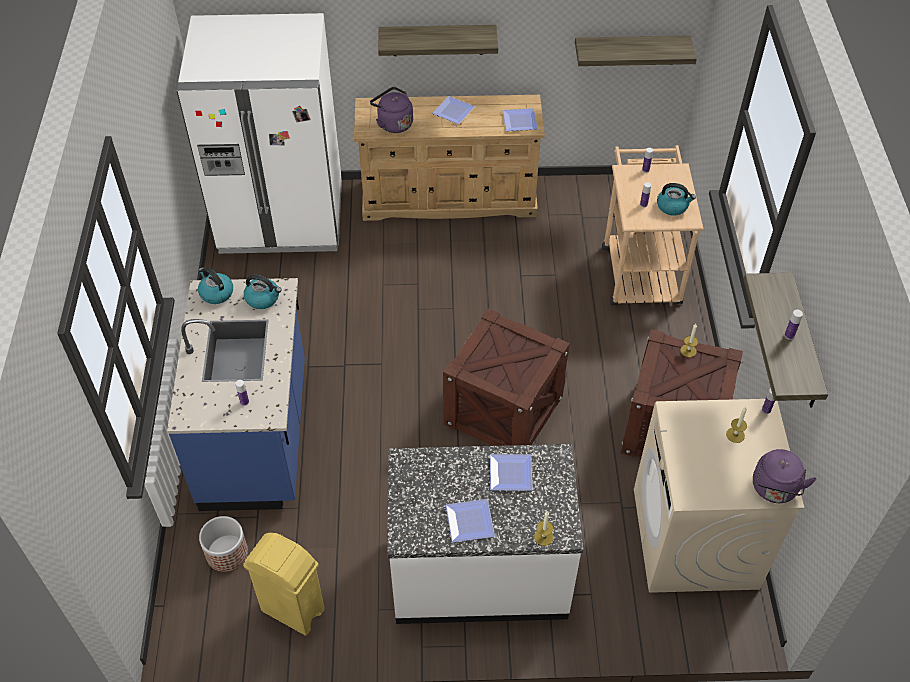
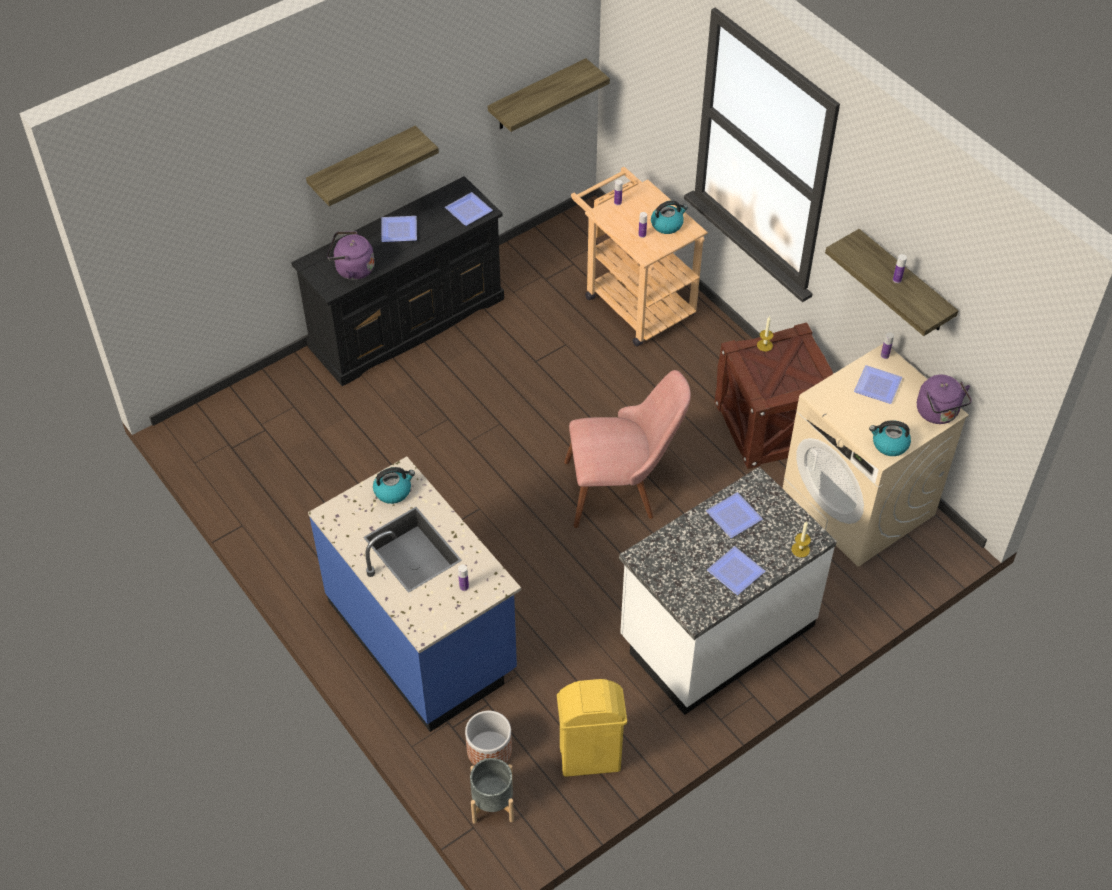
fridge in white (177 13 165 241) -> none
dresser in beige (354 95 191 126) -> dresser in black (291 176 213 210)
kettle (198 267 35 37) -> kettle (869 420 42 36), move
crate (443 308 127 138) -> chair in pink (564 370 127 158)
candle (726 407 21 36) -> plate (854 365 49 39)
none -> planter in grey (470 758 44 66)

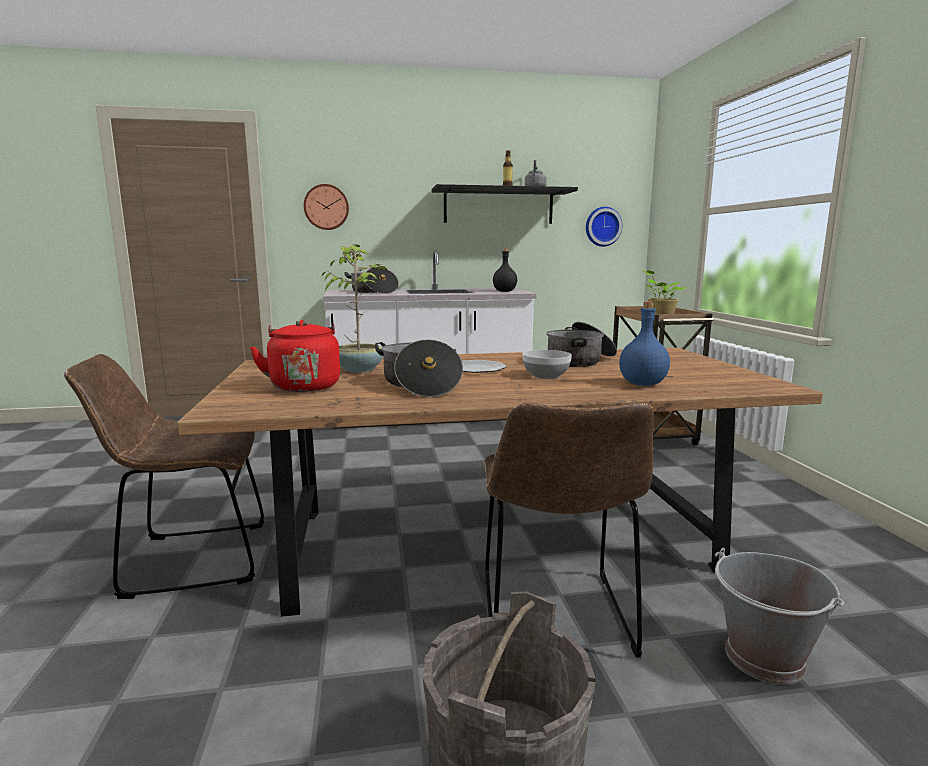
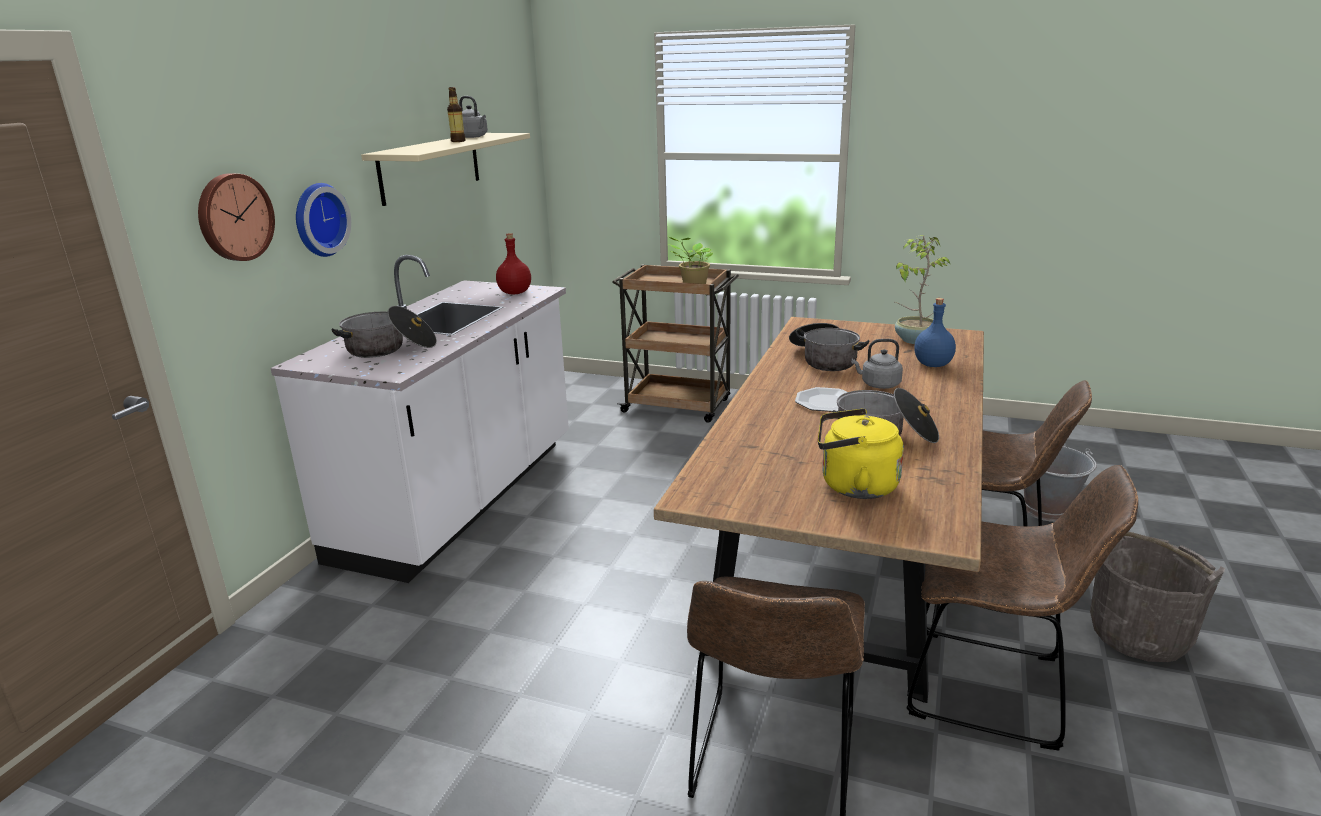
shelf in black (432 184 146 40) -> shelf in beige (361 133 169 73)
wall clock (586 207 36 40) -> wall clock (296 183 55 74), move
potted plant (322 245 65 128) -> potted plant (895 235 55 109), move
bottle in black (493 248 24 44) -> bottle in red (496 233 35 62)
kettle in red (250 320 90 72) -> kettle in yellow (818 408 86 91)
bowl (522 350 50 29) -> kettle in grey (851 339 52 50)
none -> chair in brown (906 465 232 286)

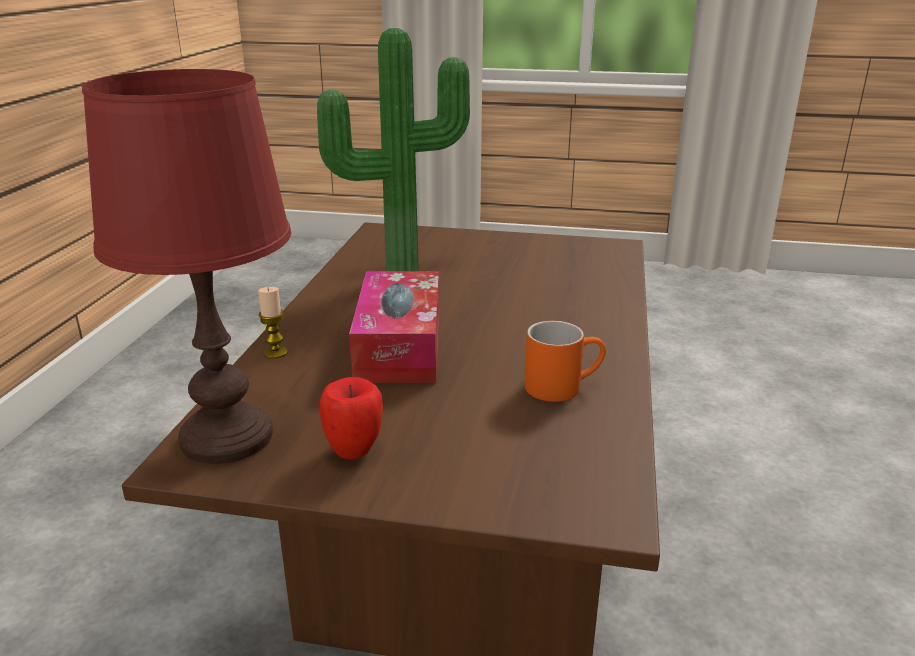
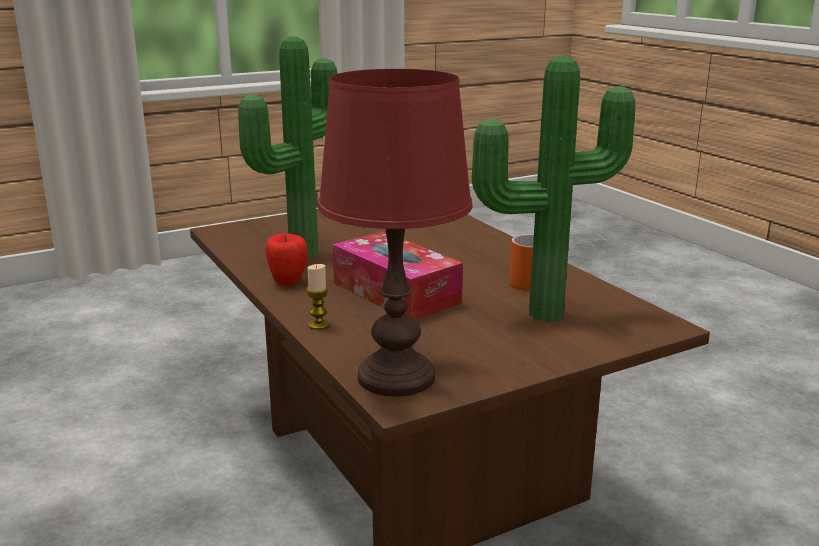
apple (320 377 63 83) -> apple (266 233 42 53), move
none -> potted plant (472 56 163 266)

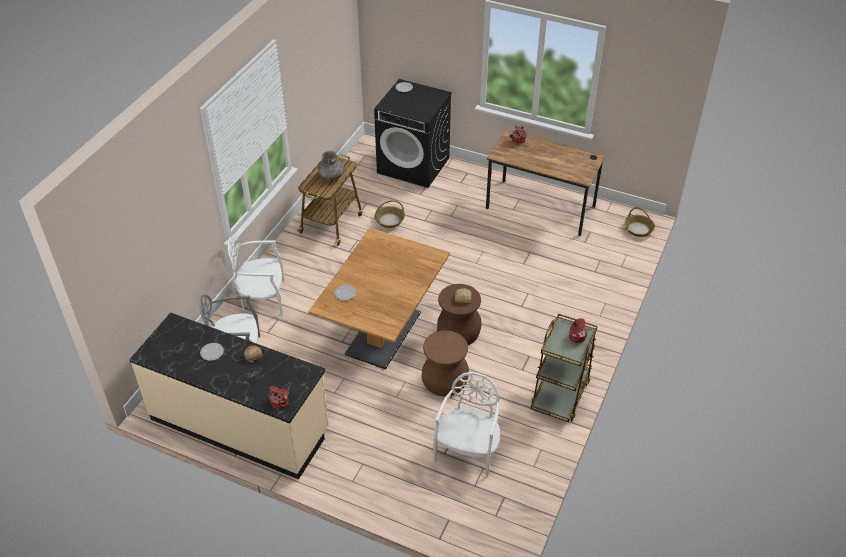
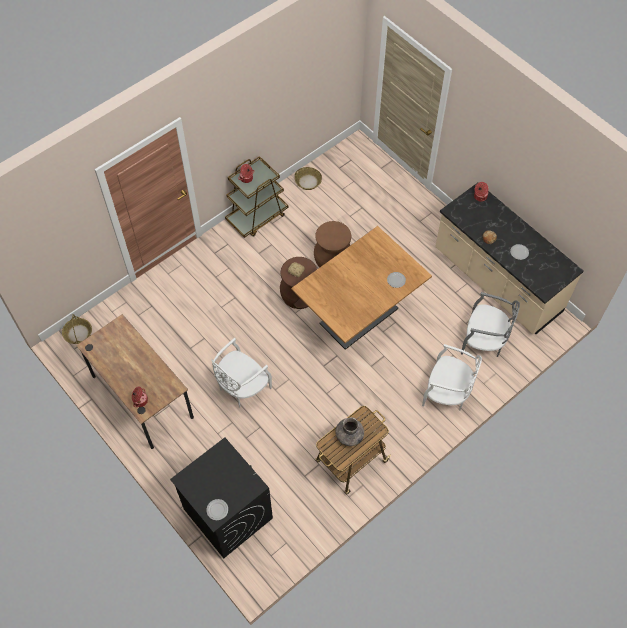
basket (374 200 31 28) -> basket (295 167 27 23), move
chair in white (433 372 67 105) -> chair in white (211 338 61 69), move

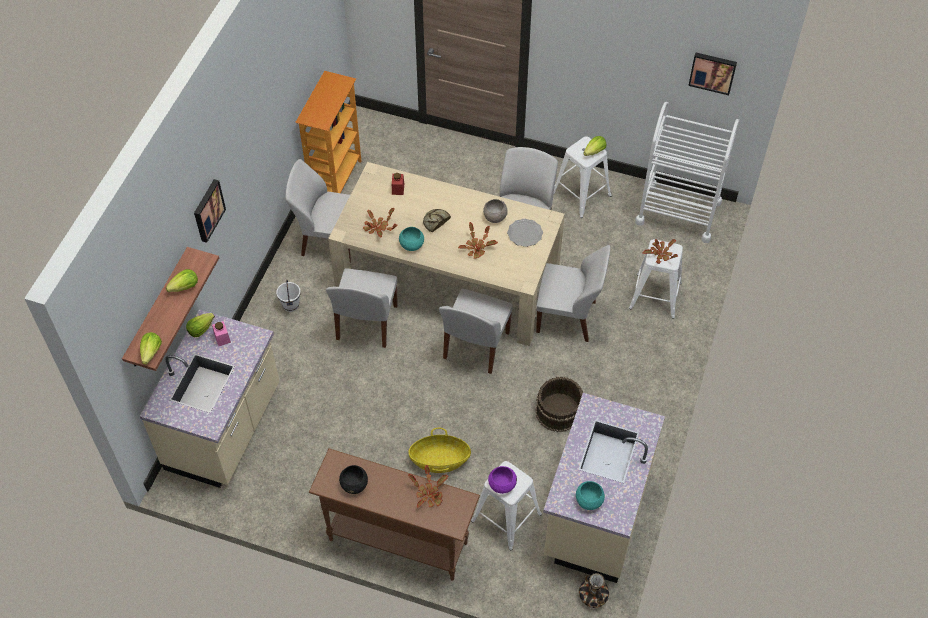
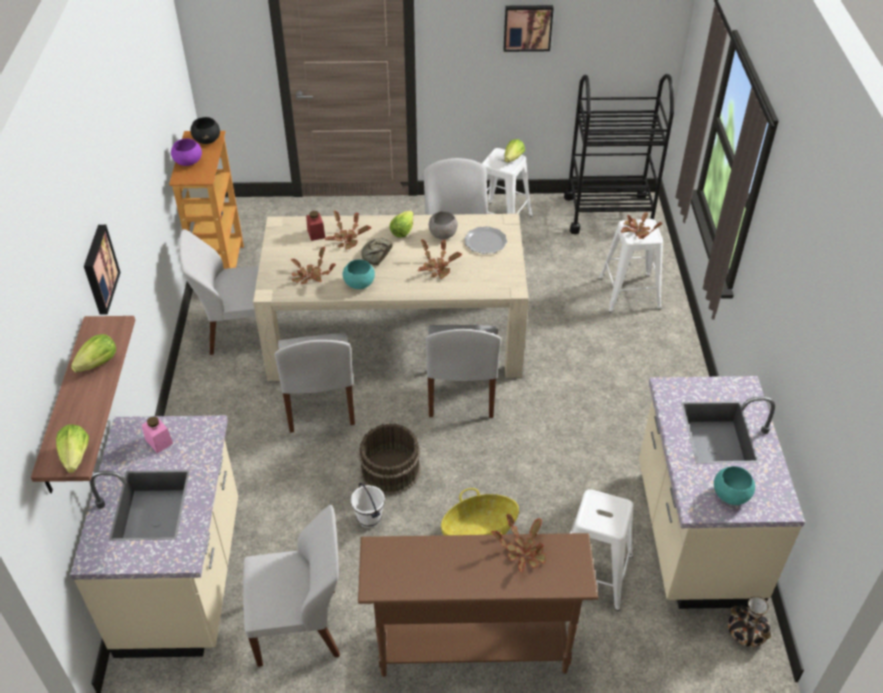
picture (688 53 49 42) -> picture (504 5 50 47), move
cart in white (635 102 104 141) -> cart in black (564 74 110 160)
chair in white (536 245 75 97) -> chair in white (243 505 97 162), move
bucket in white (276 280 25 32) -> bucket in white (351 483 34 45), move
lettuce (186 313 29 24) -> lettuce (390 211 24 26), move
bucket in brown (535 377 48 55) -> bucket in brown (359 423 62 72), move
bowl in black (339 465 29 29) -> bowl in black (190 117 30 27), move
bowl in purple (488 466 29 28) -> bowl in purple (171 139 31 27), move
none -> potted plant (325 210 46 40)

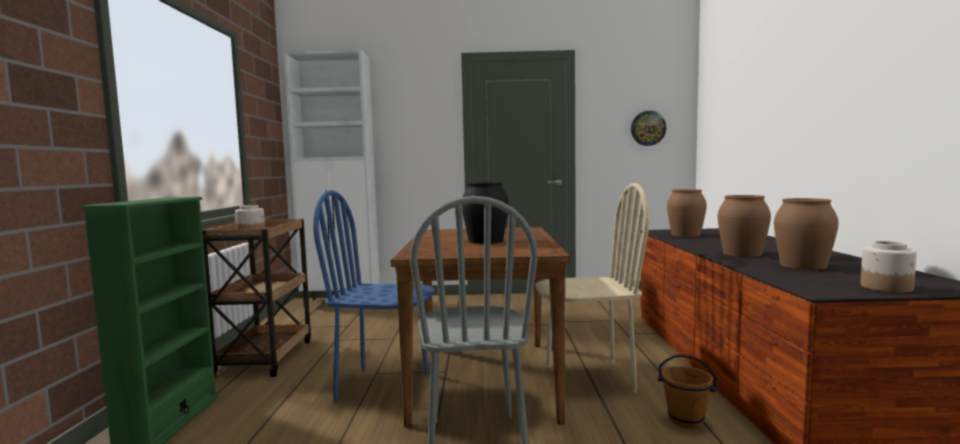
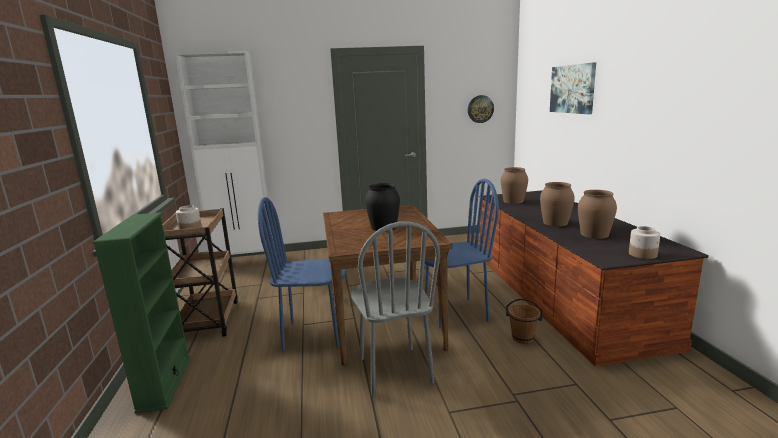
chair in beige (535 183 114 210) -> chair in blue (425 179 74 150)
none -> picture (550 62 46 52)

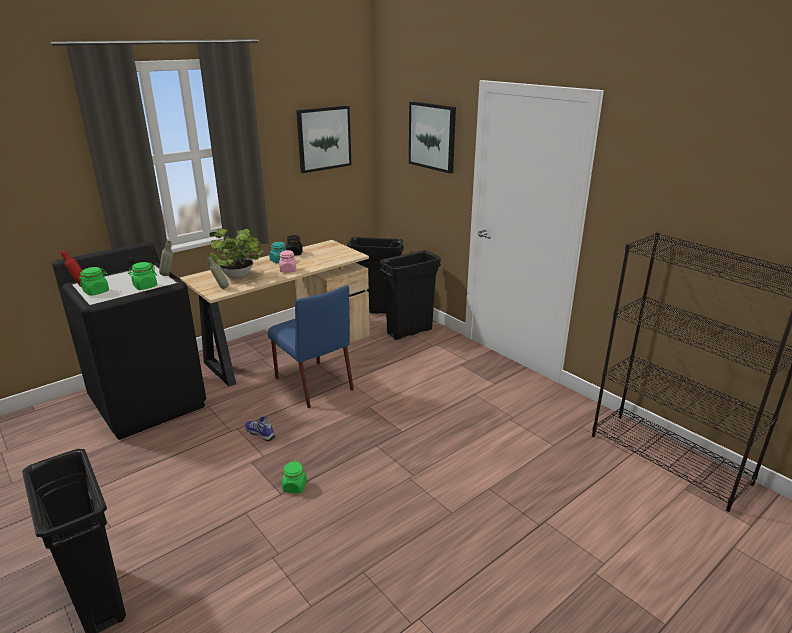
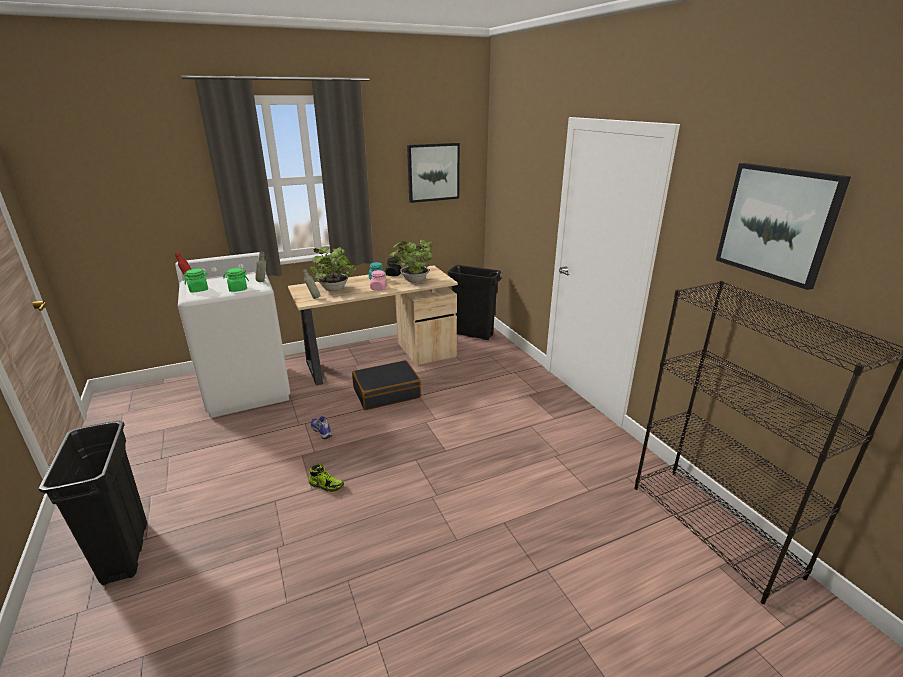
picture (409 101 47 72) -> picture (716 163 135 127), move
washing machine in black (52 242 154 198) -> washing machine in white (175 252 115 166)
trash can in black (380 250 61 90) -> none
chair in blue (268 285 86 123) -> suitcase in black (352 360 69 50)
jar in green (282 461 25 32) -> shoe (309 464 35 28)
none -> potted plant (390 239 43 44)

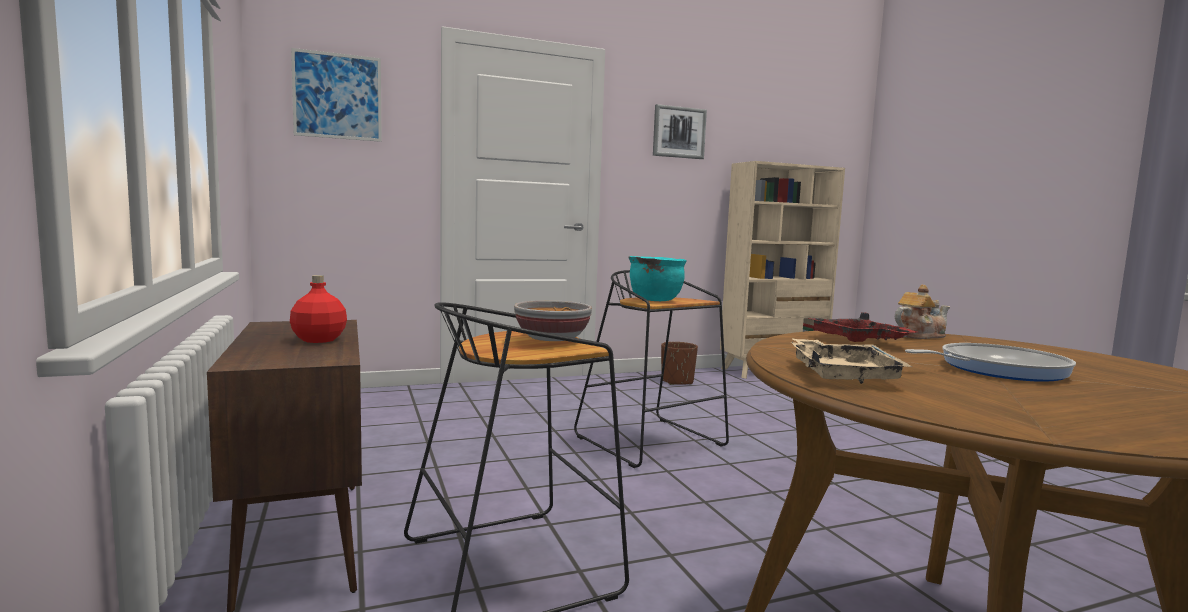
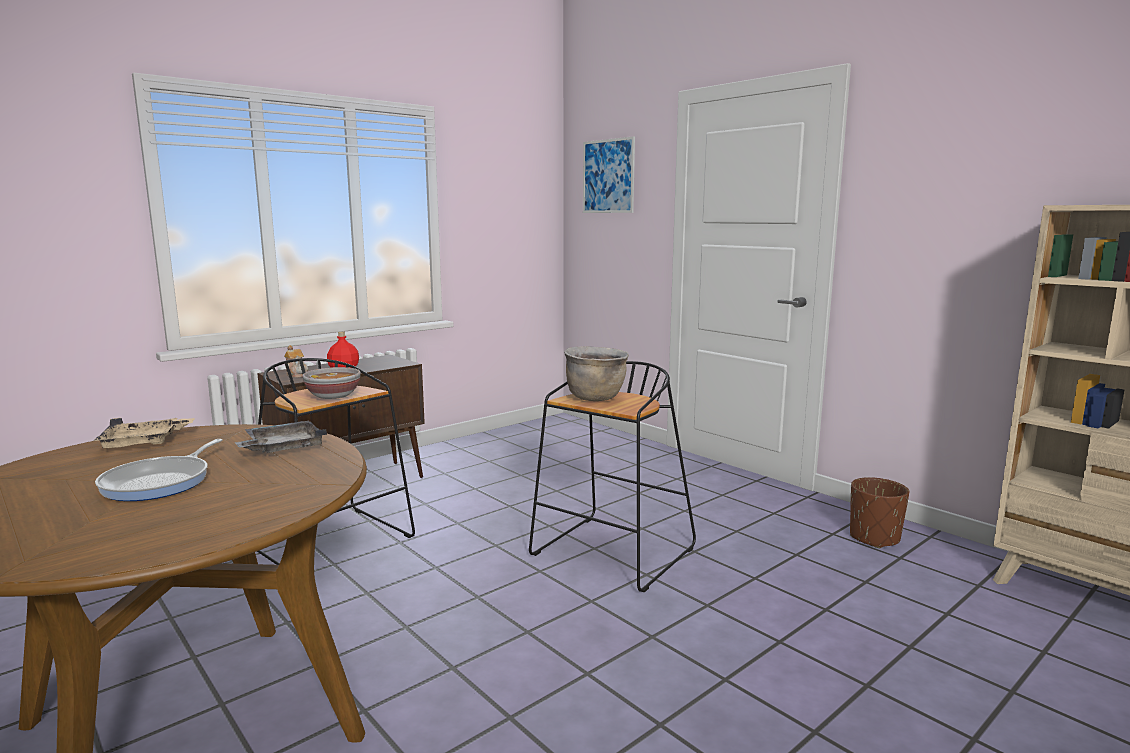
picture (653 104 54 55) -> none
cooking pot in turquoise (628 256 59 45) -> cooking pot in brown (564 346 65 55)
teapot (895 285 55 54) -> teapot (284 345 24 33), move
tray in red (808 312 109 30) -> tray in grey (235 420 92 33)
frying pan (905 343 171 39) -> frying pan (95 439 128 62), 45 degrees clockwise

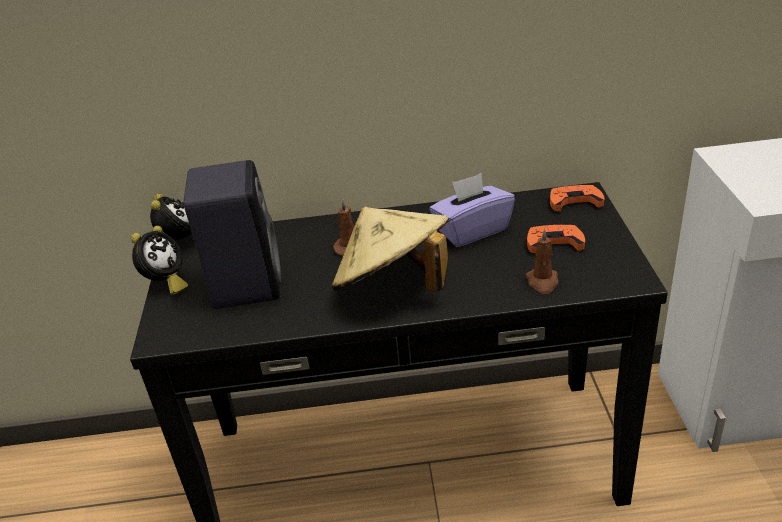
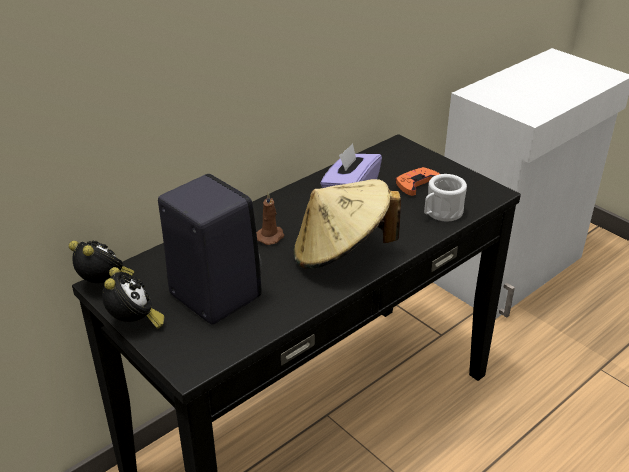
game controller in orange (550 184 55 27) -> none
candle in brown (526 228 33 66) -> mug in white (424 174 43 48)

